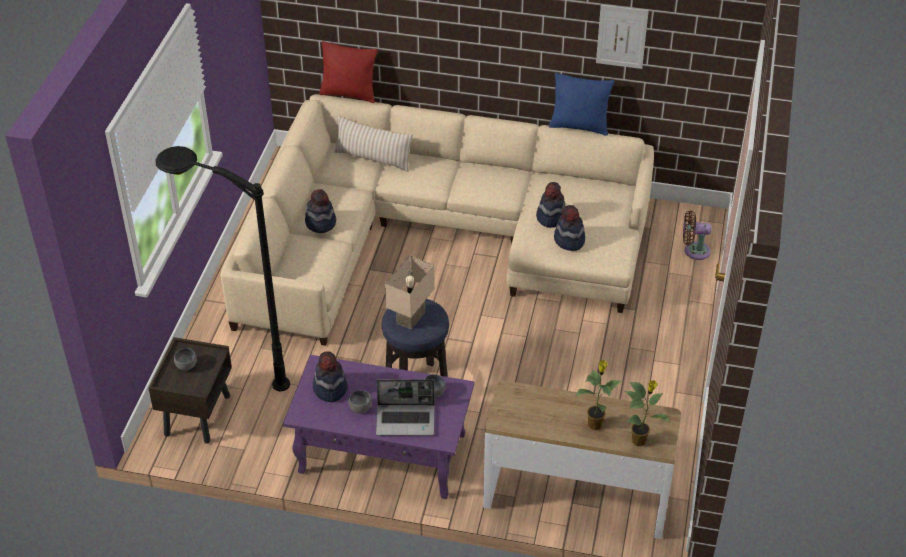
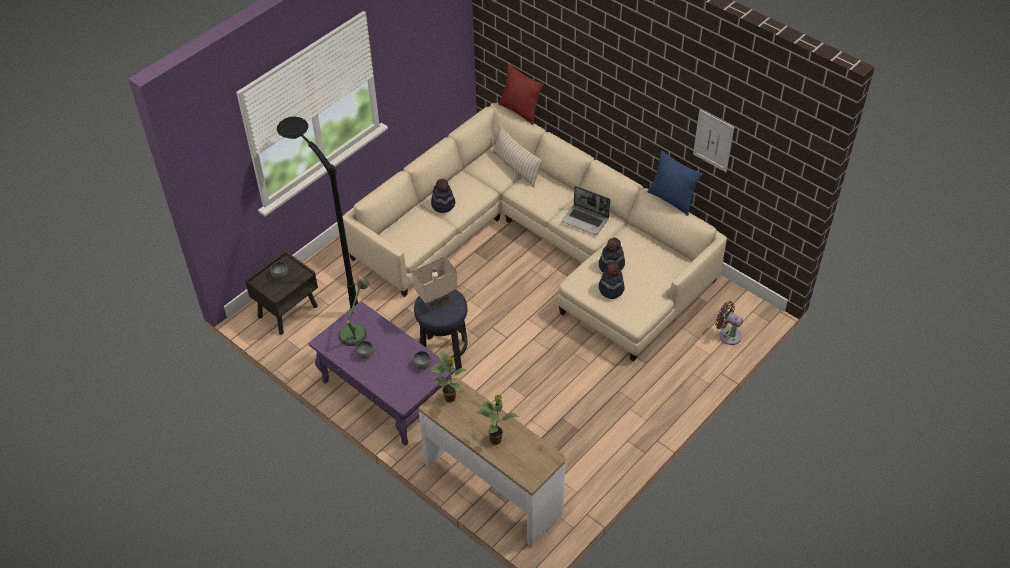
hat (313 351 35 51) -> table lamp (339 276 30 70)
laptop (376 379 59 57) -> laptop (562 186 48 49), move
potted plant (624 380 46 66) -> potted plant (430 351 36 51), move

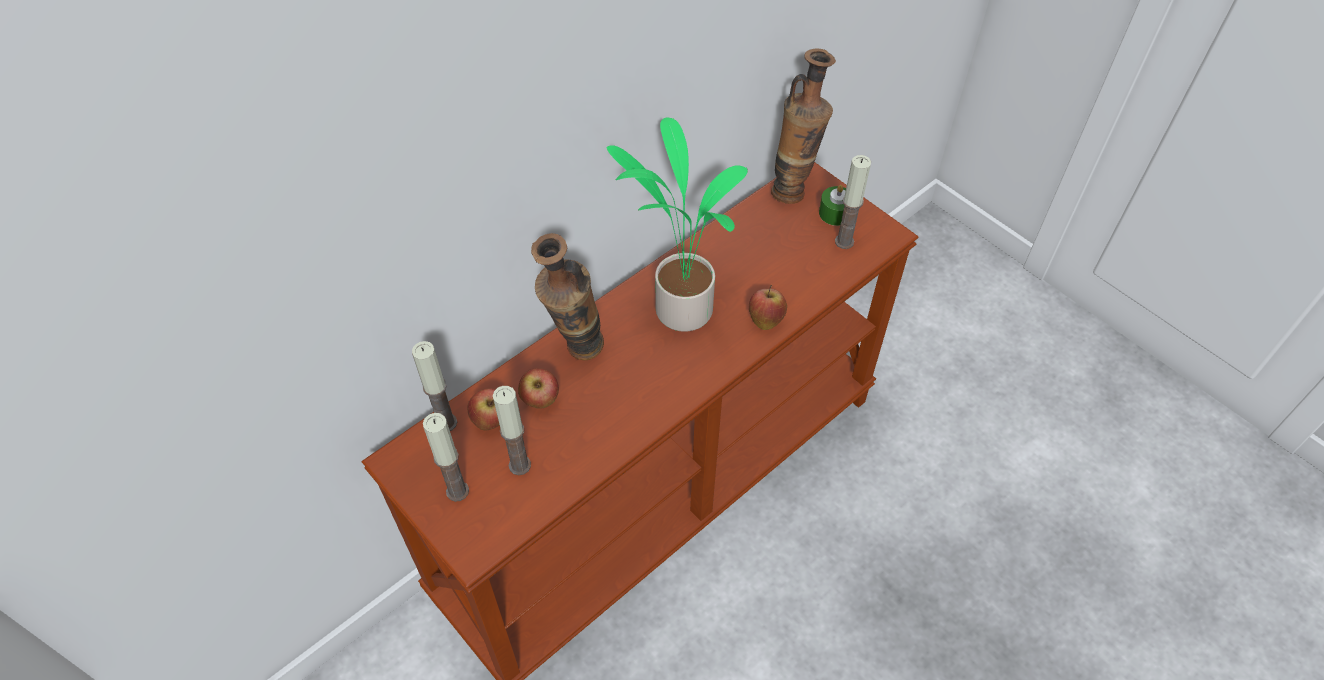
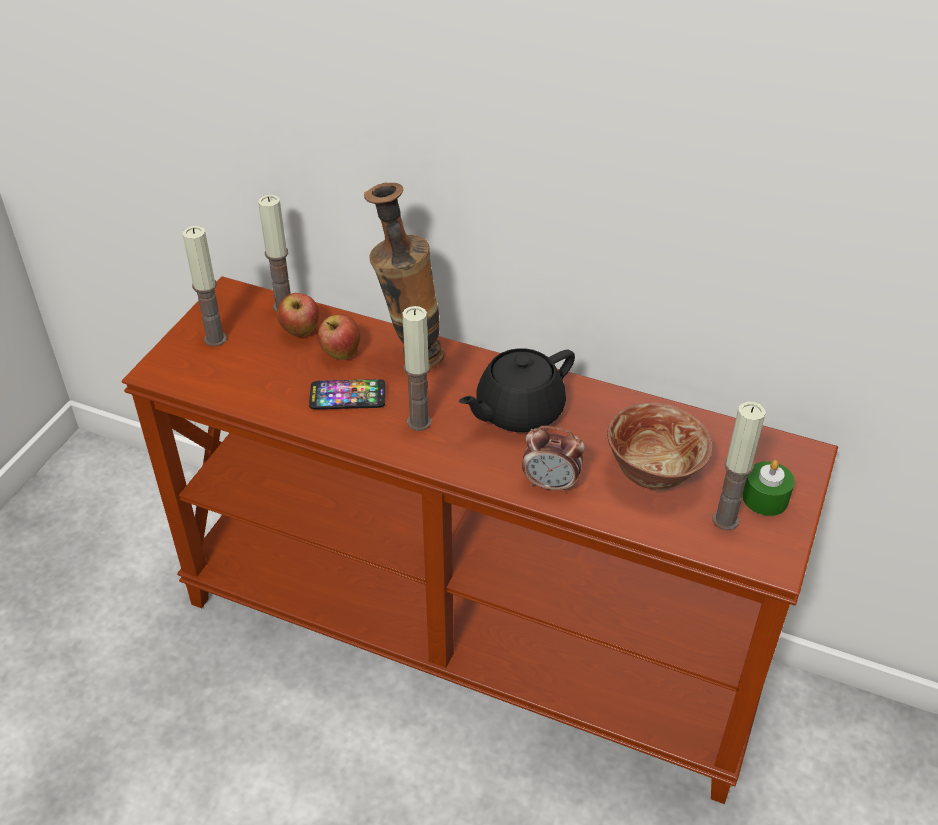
vase (771 49 65 155) -> none
potted plant (606 118 142 214) -> teapot in black (459 348 116 84)
apple (749 285 38 45) -> alarm clock (522 426 63 68)
candle (493 386 38 89) -> candle (402 306 29 125), move
none -> phone (309 379 77 30)
none -> bowl (607 402 105 88)

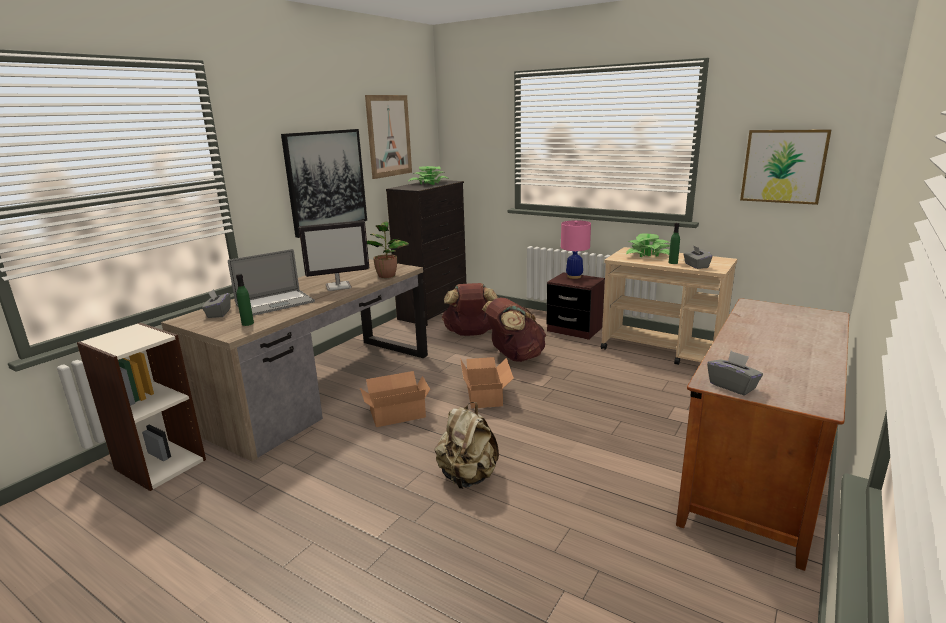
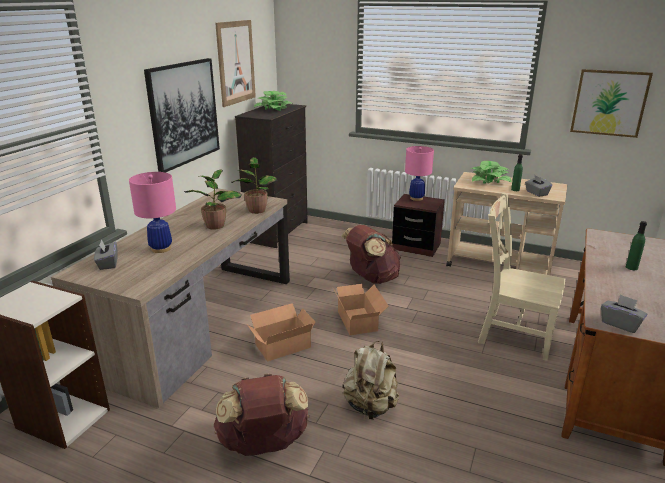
monitor (299 220 70 71) -> potted plant (184 169 58 61)
laptop (228 249 87 67) -> table lamp in pink (129 172 47 81)
bottle in green (236 274 18 52) -> bottle in green (626 221 21 49), move
backpack in brown (442 283 56 53) -> backpack in brown (214 373 95 83), move
none -> chair in beige (478 193 87 168)

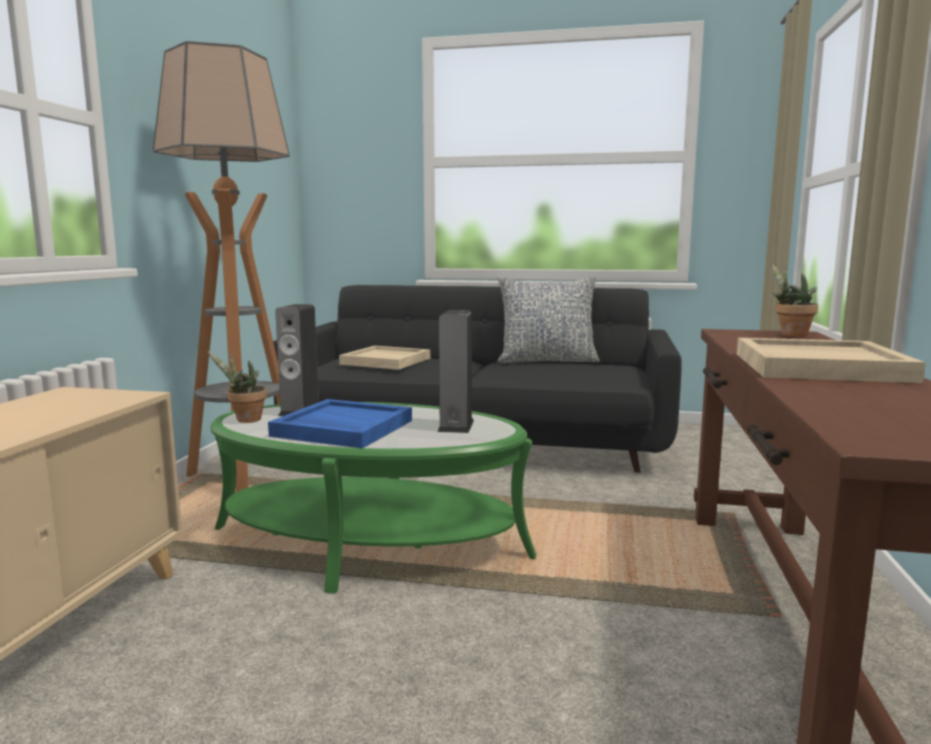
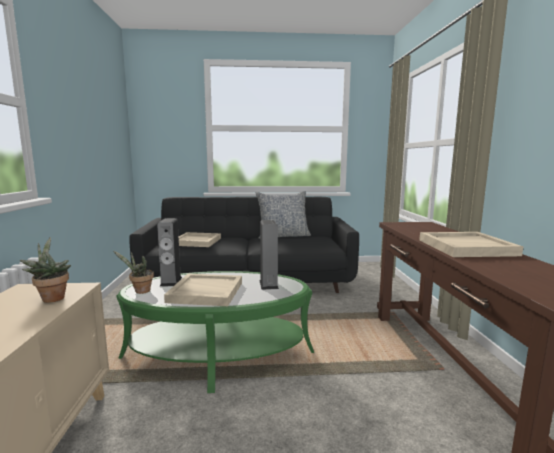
floor lamp (153 41 137 451) -> none
potted plant (771 264 47 73) -> potted plant (20 237 51 66), move
tray in blue (268 399 144 49) -> tray in beige (164 273 78 33)

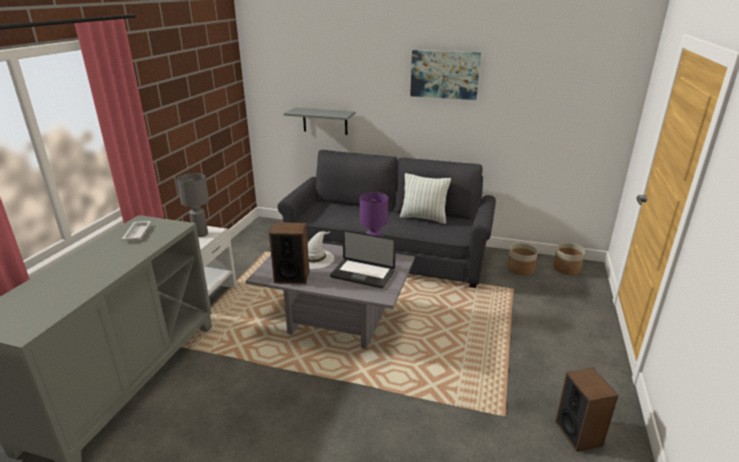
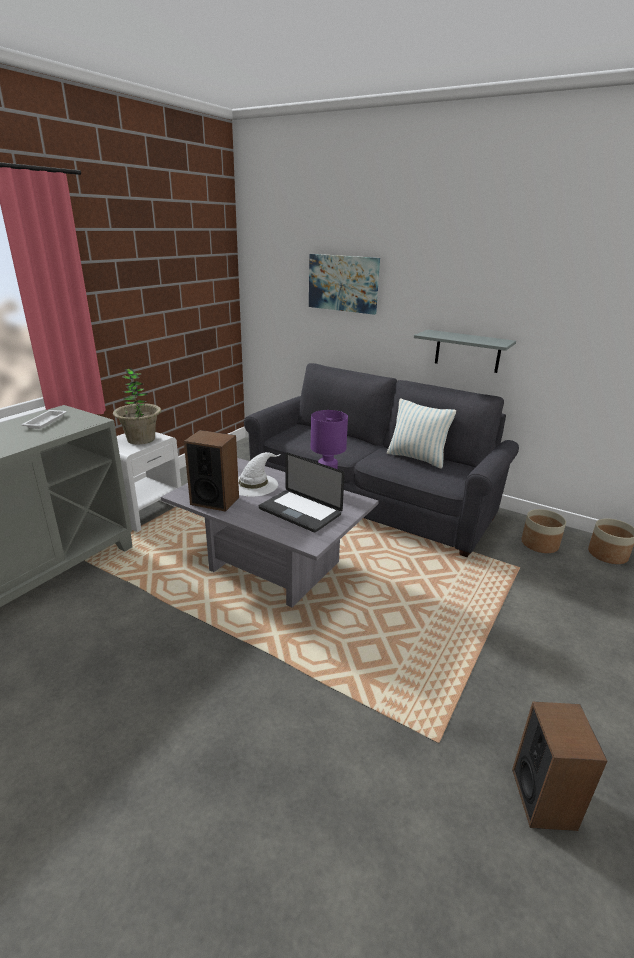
picture (410 50 71 50) -> picture (309 254 71 61), move
shelf in grey (284 107 72 28) -> shelf in grey (414 330 102 43), move
table lamp in grey (177 173 32 64) -> potted plant (113 368 48 76)

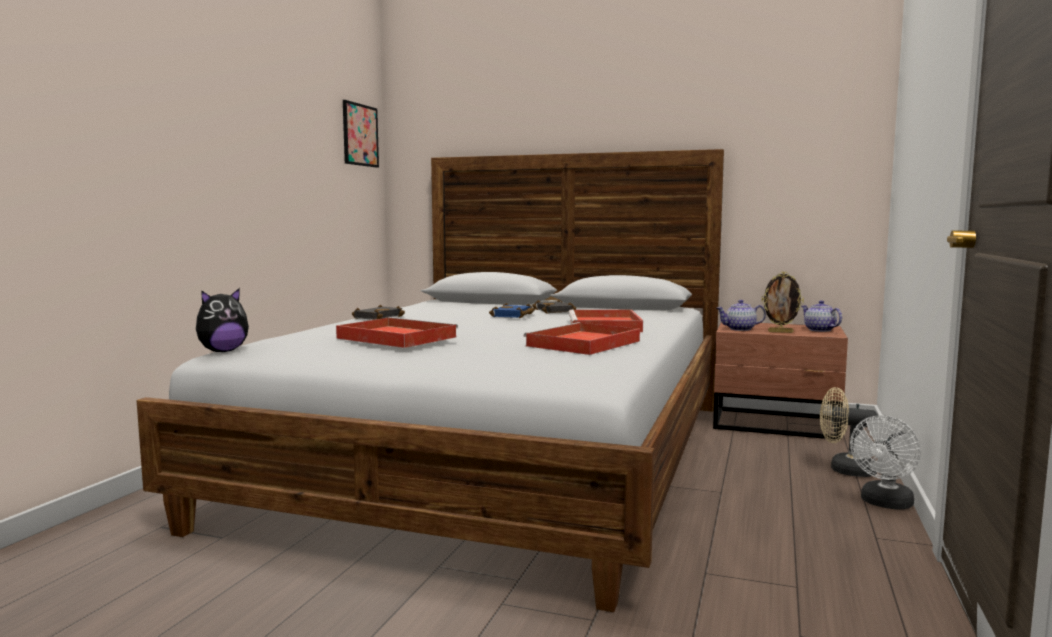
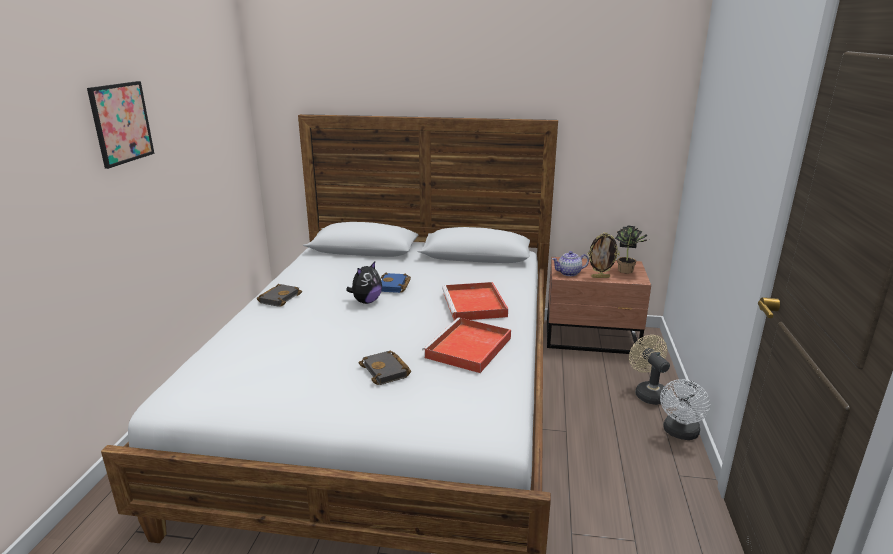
picture (343 100 36 68) -> picture (87 81 67 88), move
plush toy (196 288 53 64) -> plush toy (346 261 36 43), move
book in black (532 300 44 14) -> book in black (359 351 52 34), move
teapot (802 300 40 32) -> potted plant (615 225 32 49)
tray in red (336 317 122 31) -> none
fan in beige (820 387 58 90) -> fan in beige (629 335 41 70), 60 degrees clockwise

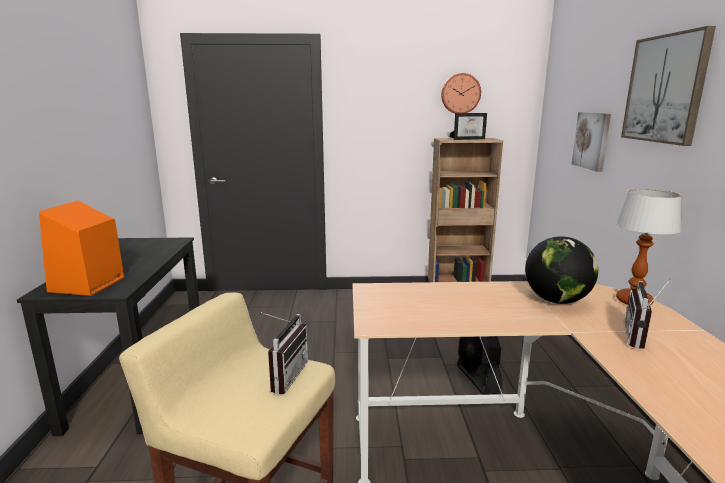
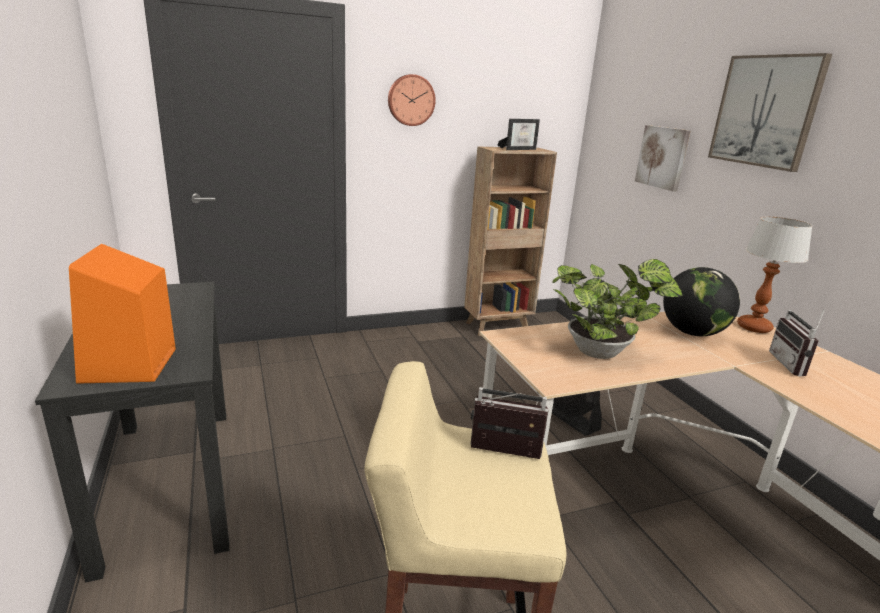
wall clock (441 73 40 40) -> wall clock (388 74 48 52), move
radio (261 312 47 82) -> radio (471 387 77 72), 75 degrees counterclockwise
none -> potted plant (553 259 130 100)

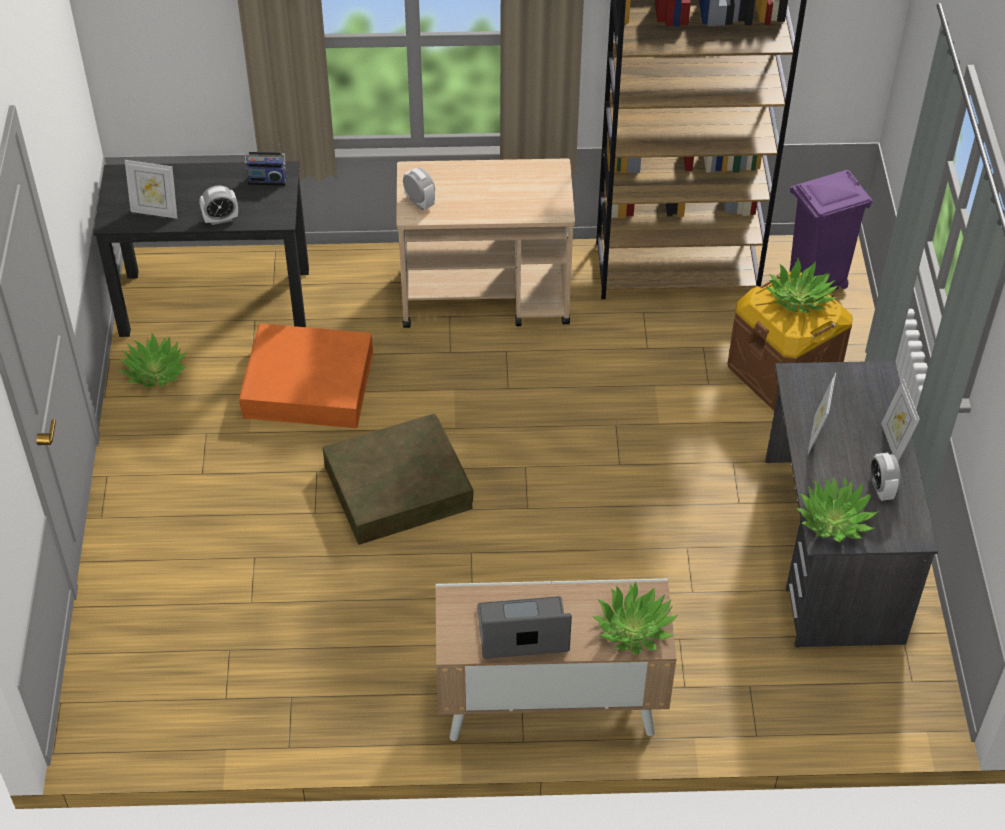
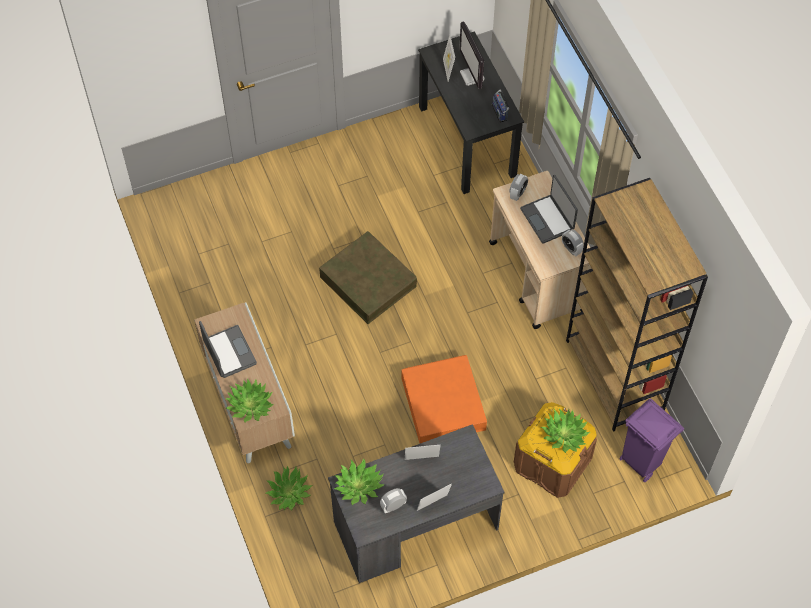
alarm clock (199 185 39 40) -> alarm clock (562 229 22 28), move
storage box in orange (239 324 134 104) -> storage box in orange (402 355 85 88), move
potted plant (119 334 68 54) -> potted plant (266 466 46 44), move
none -> monitor (459 21 26 68)
none -> laptop (520 175 58 69)

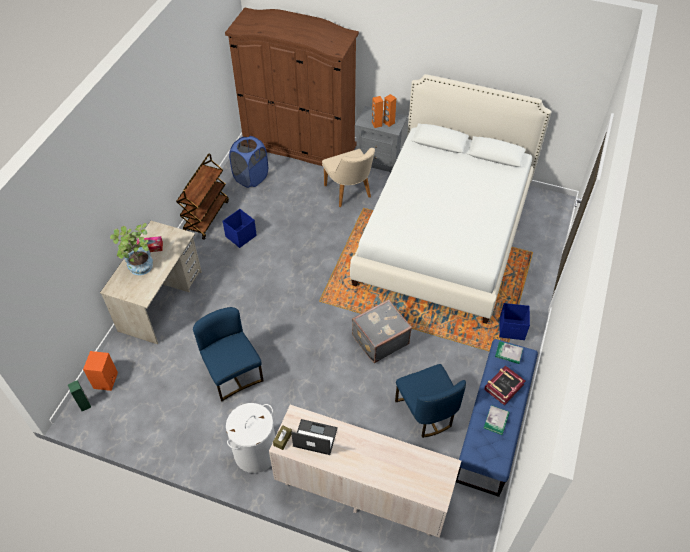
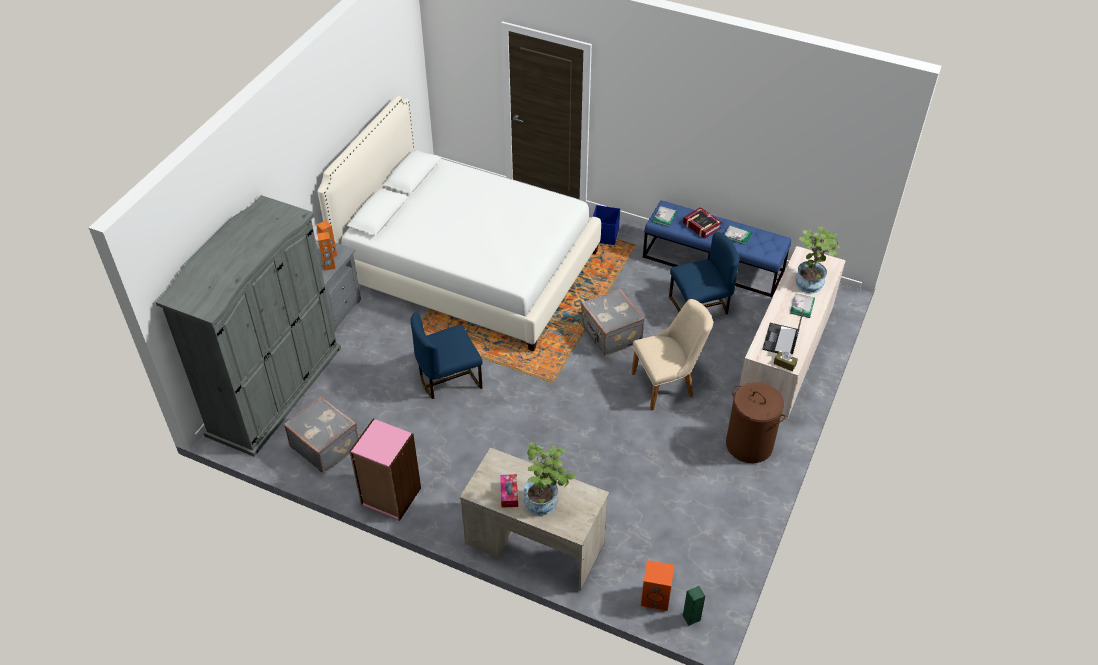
wardrobe in brown (225 8 134 158) -> wardrobe in grey (156 195 185 262)
laundry basket in blue (229 136 39 52) -> suitcase in grey (284 396 75 77)
chair in beige (322 148 53 59) -> chair in beige (631 299 82 112), move
cart in brown (176 153 53 87) -> bookcase in pink (350 418 71 103)
storage box in blue (223 209 34 39) -> none
chair in blue (193 307 71 94) -> chair in blue (411 312 71 87), move
laundry basket in white (226 403 49 70) -> laundry basket in brown (726 382 60 81)
none -> potted plant (796 226 44 67)
none -> book (790 293 25 25)

